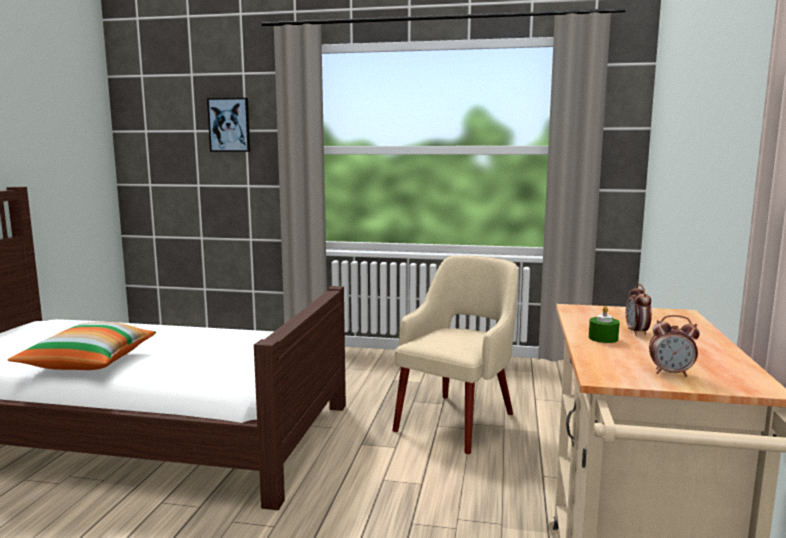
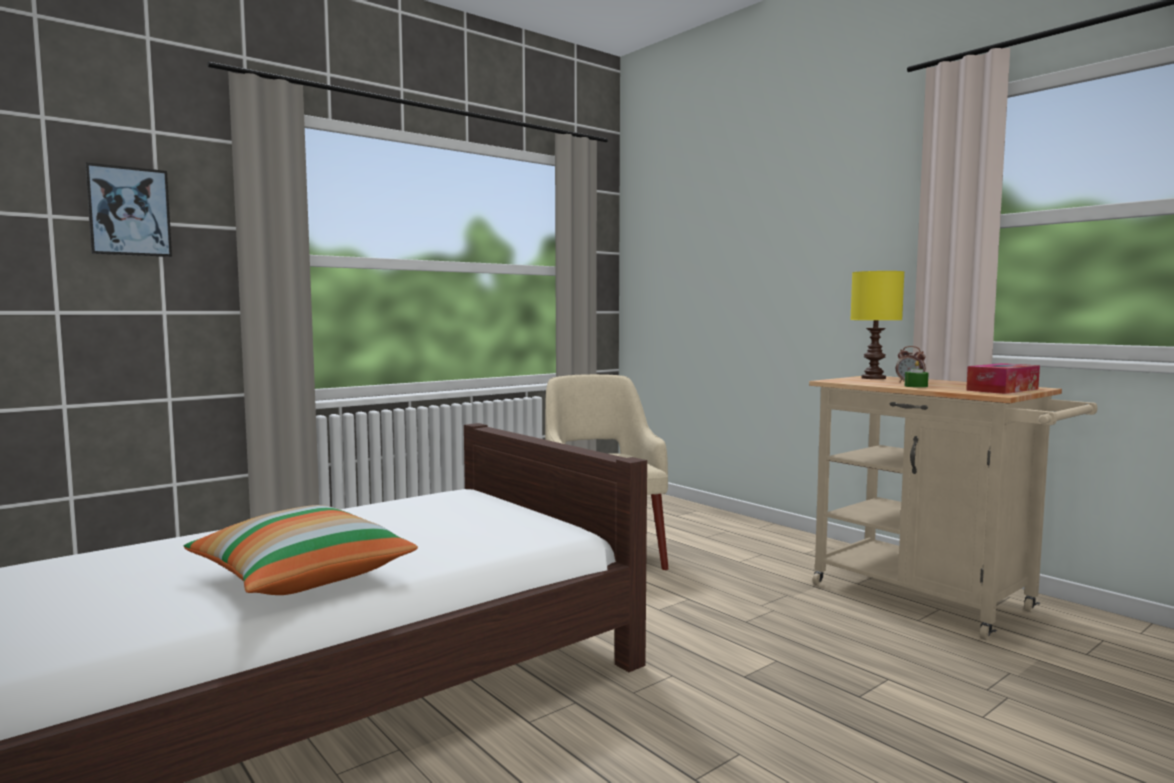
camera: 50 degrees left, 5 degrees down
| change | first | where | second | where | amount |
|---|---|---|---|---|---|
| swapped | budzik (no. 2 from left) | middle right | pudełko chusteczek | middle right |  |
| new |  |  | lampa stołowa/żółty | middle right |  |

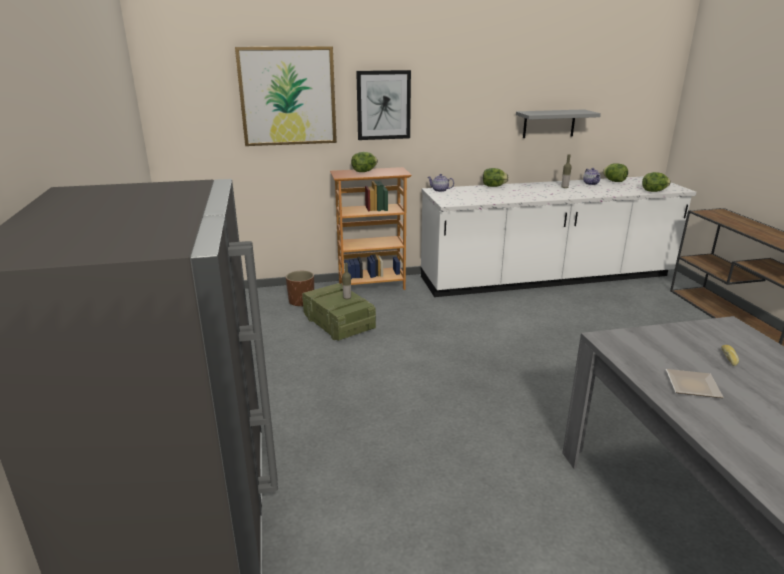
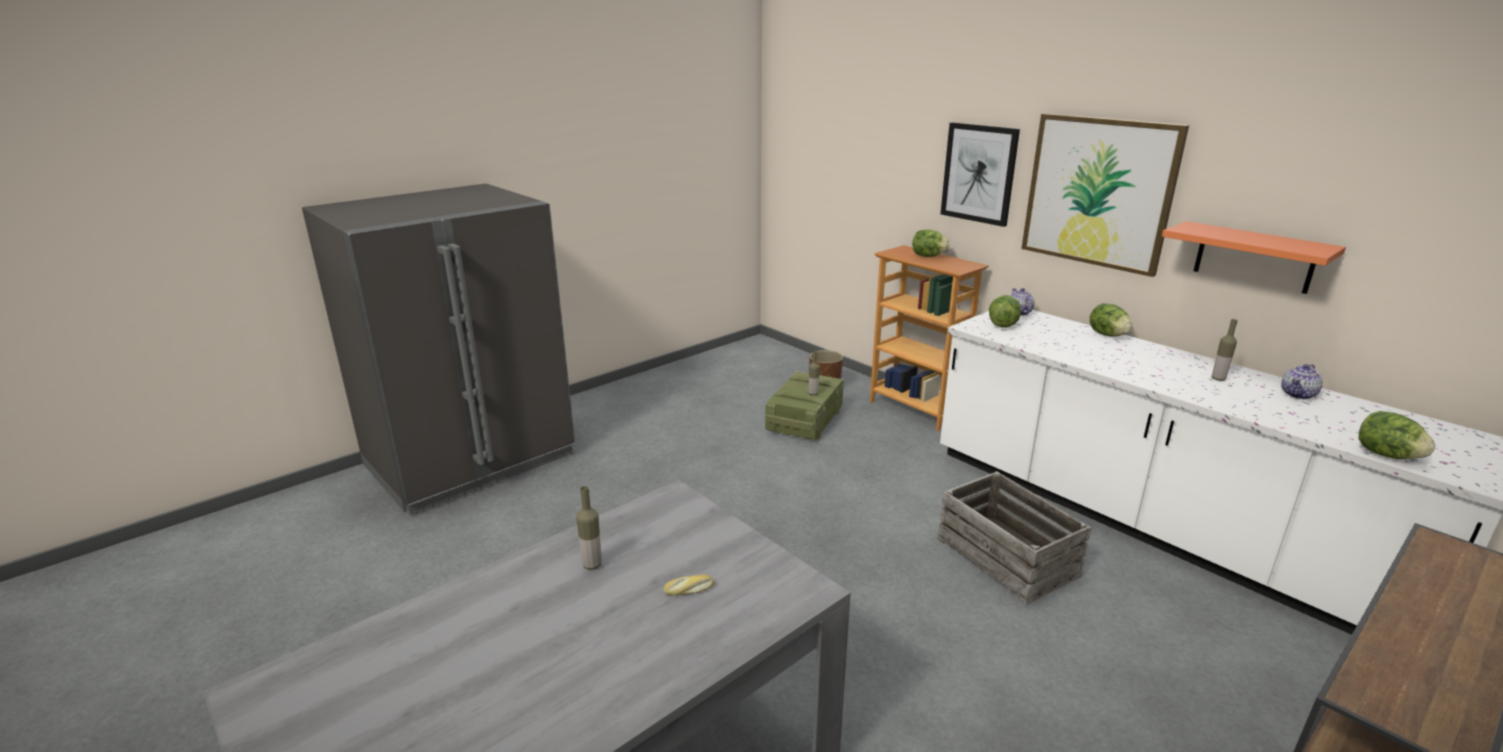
camera: 60 degrees right, 0 degrees up
| change | first | where | second | where | amount |
|---|---|---|---|---|---|
| shifted | obraz (no. 1 from left in the first image) | top centre | obraz (no. 2 from left) | top right |  |
| repainted | półka/szary | top right | półka/pomarańczowy | middle right |  |
| shifted | sałata (no. 3 from left in the first image) | top right | sałata (no. 2 from left) | middle right |  |
| swapped | talerz | bottom right | butelka (no. 1 from left) | bottom centre |  |
| new |  |  | skrzynka (no. 2 from left) | bottom right |  |

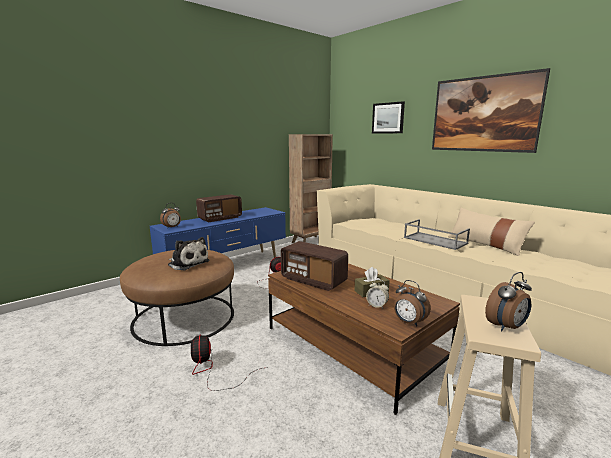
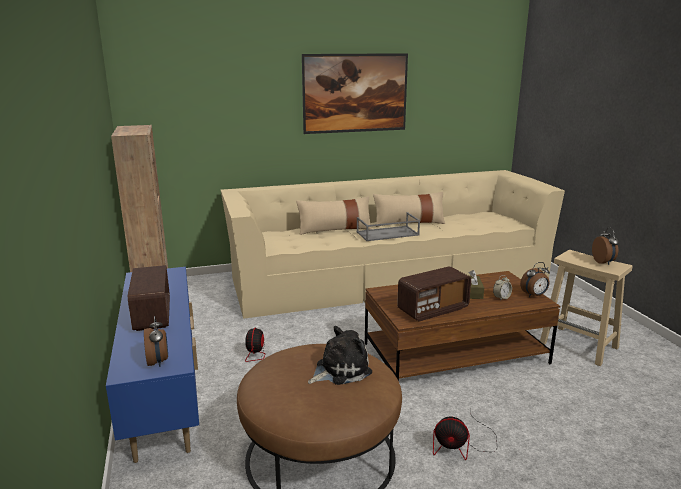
camera: 65 degrees left, 5 degrees up
| change | first | where | second | where | amount |
|---|---|---|---|---|---|
| gone | obraz (no. 1 from left) | top centre |  |  |  |
| new |  |  | poduszka/beżowy (no. 1 from left) | centre |  |

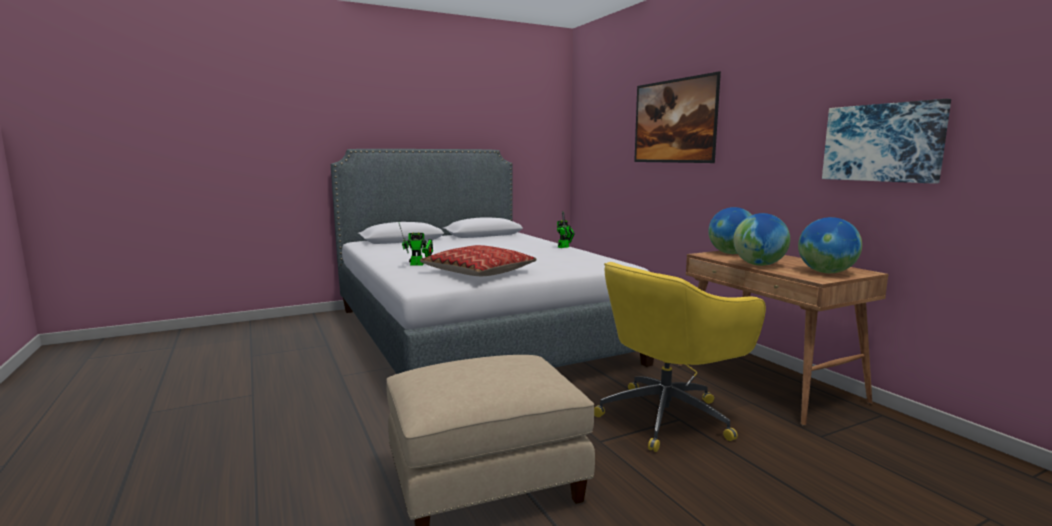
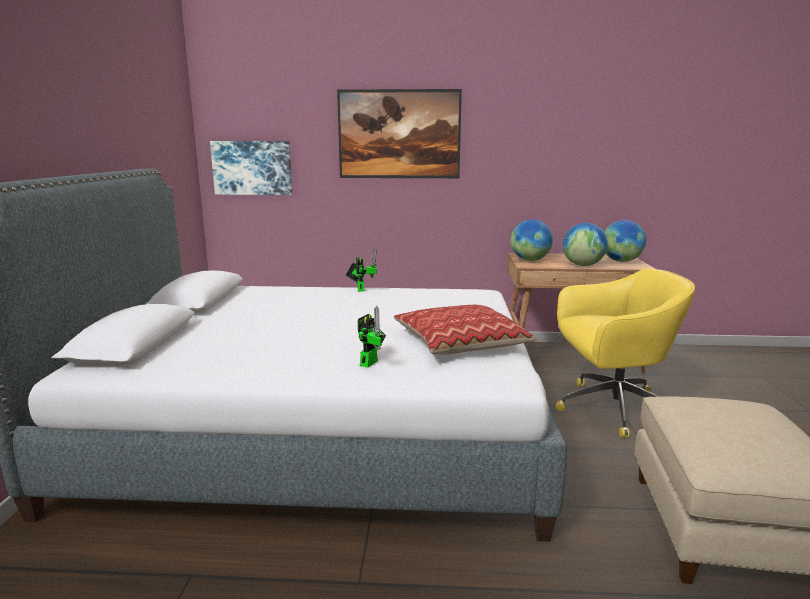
camera: 60 degrees left, 5 degrees up
| change | first | where | second | where | amount |
|---|---|---|---|---|---|
| rotated | krzesło biurowe/żółty | bottom centre |  | middle right | 90 degrees counterclockwise |
| shifted | obraz (no. 2 from left in the first image) | top right | obraz (no. 1 from left) | top left |  |

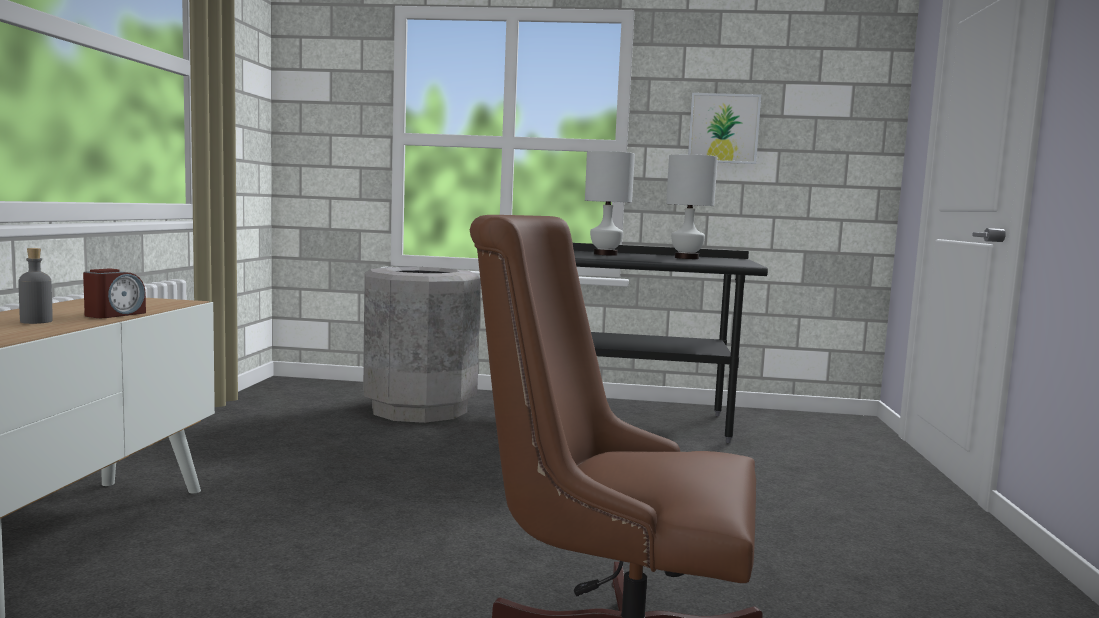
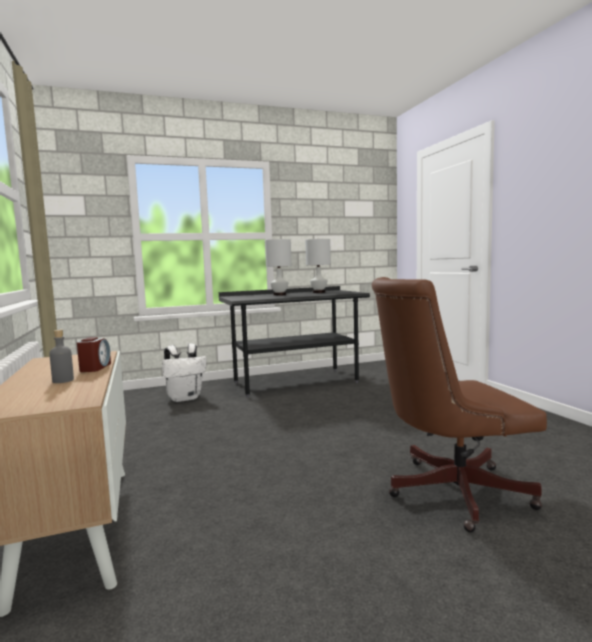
camera: 25 degrees left, 0 degrees up
| change | first | where | second | where | amount |
|---|---|---|---|---|---|
| swapped | kosz na śmieci/szary | centre | plecak/biały | middle left |  |
| gone | obraz | top centre |  |  |  |

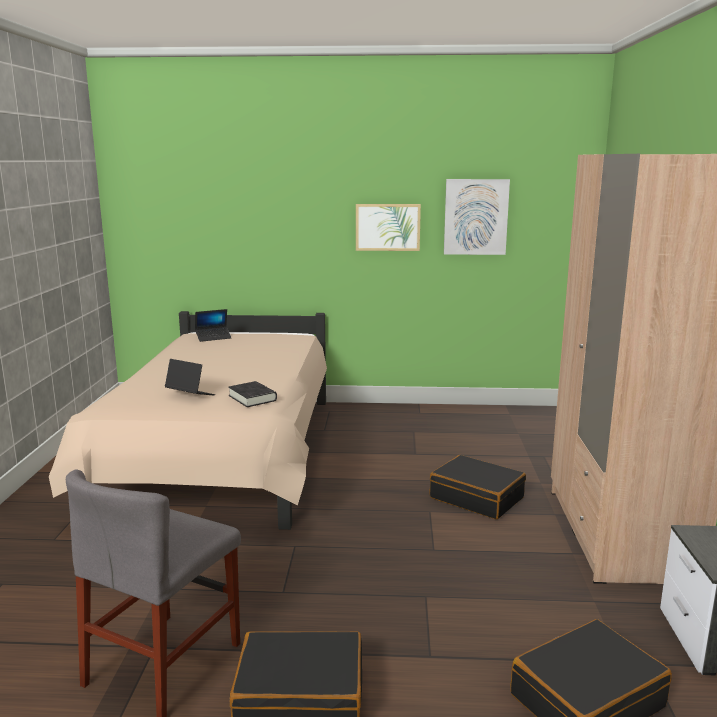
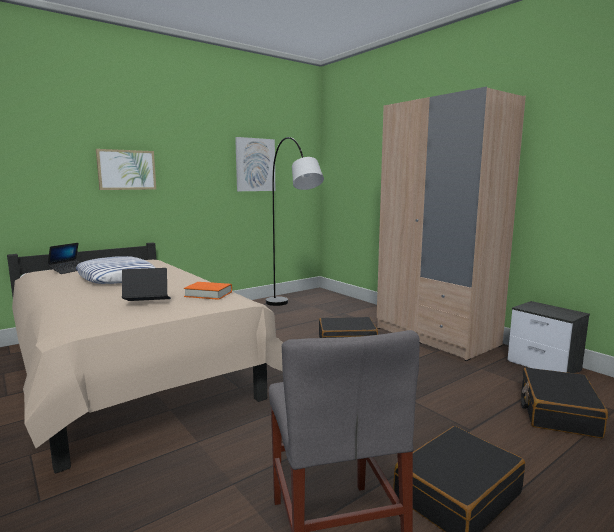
camera: 40 degrees left, 5 degrees down
| change | first | where | second | where | amount |
|---|---|---|---|---|---|
| repainted | książka/czarny | centre | książka/pomarańczowy | centre |  |
| shifted | obraz (no. 1 from left) | top centre |  | top left |  |
| new |  |  | poduszka | middle left |  |
| new |  |  | lampa stojąca/szary | centre |  |

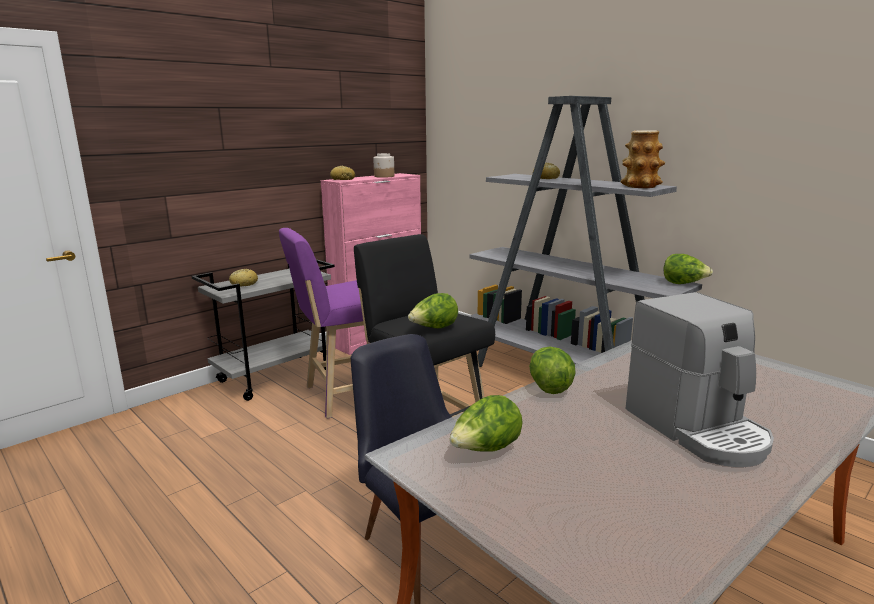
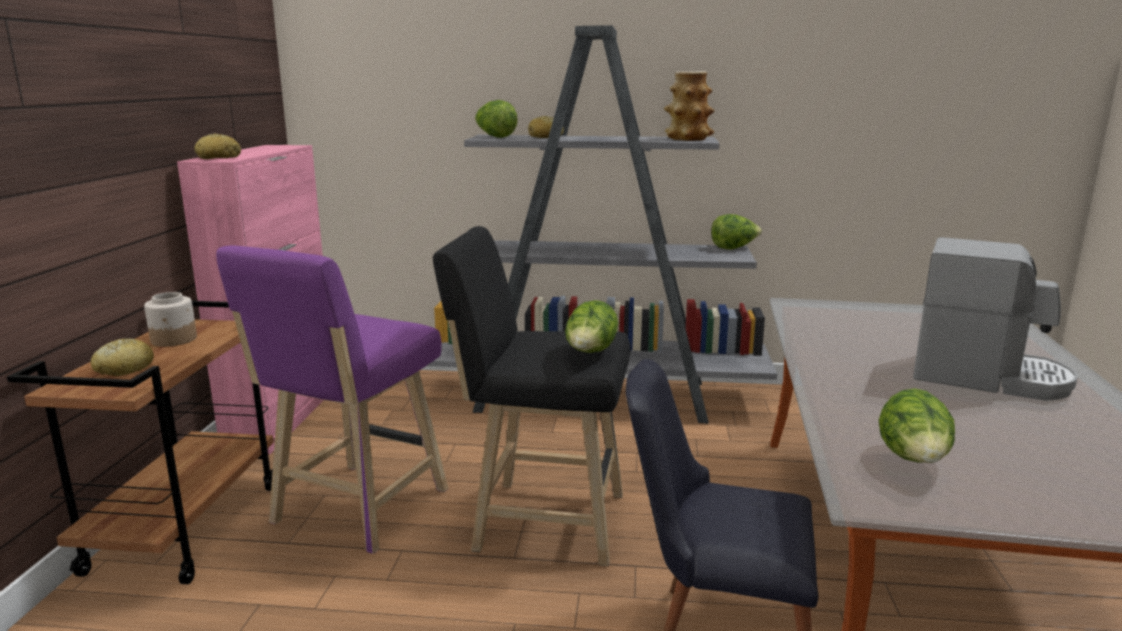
camera: 40 degrees left, 0 degrees up
| change | first | where | second | where | amount |
|---|---|---|---|---|---|
| repainted | wózek/szary | middle left | wózek/brązowy | bottom left |  |
| shifted | słoik | top centre |  | middle left |  |
| shifted | sałata (no. 3 from left in the first image) | centre | sałata (no. 1 from left) | top centre |  |

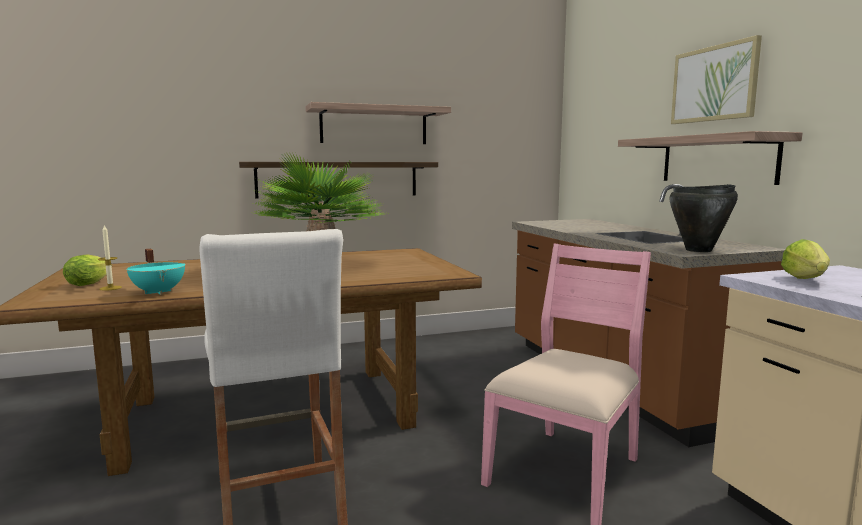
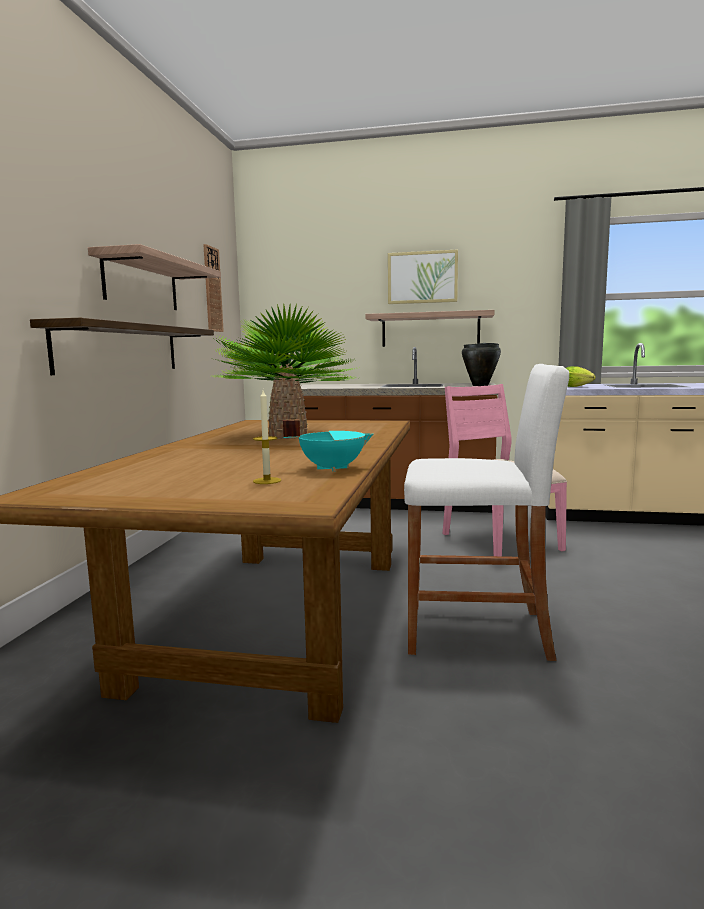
camera: 60 degrees left, 0 degrees up
| change | first | where | second | where | amount |
|---|---|---|---|---|---|
| gone | sałata (no. 1 from left) | middle left |  |  |  |
| new |  |  | zegar ścienny | top left |  |

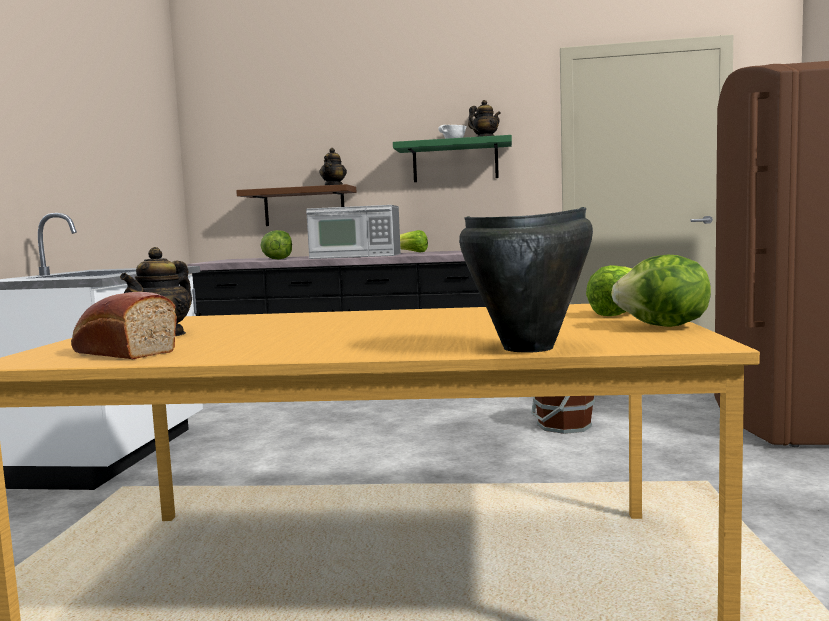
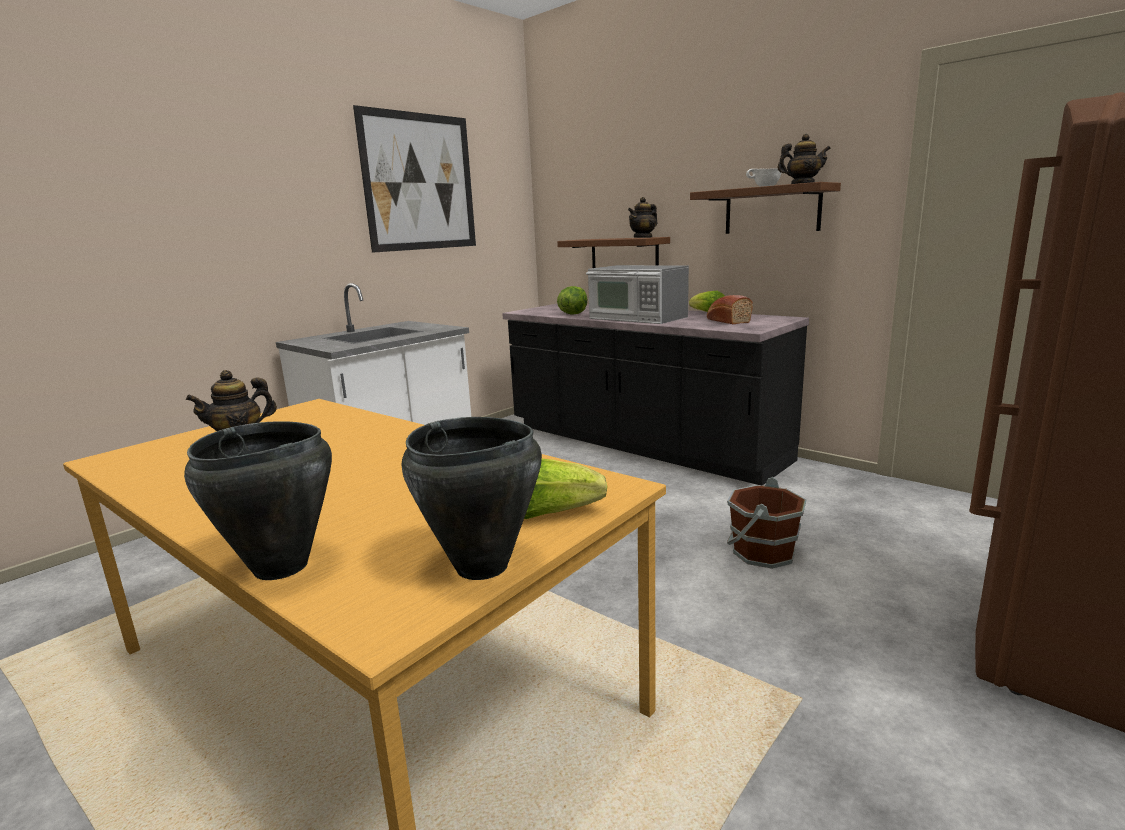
camera: 35 degrees right, 10 degrees up
| change | first | where | second | where | amount |
|---|---|---|---|---|---|
| shifted | chleb | middle left |  | centre |  |
| repainted | półka/zielony | top centre | półka/brązowy (no. 2 from left) | top right |  |
| swapped | sałata (no. 4 from left) | middle right | garnek/czarny (no. 2 from left) | centre |  |
| new |  |  | obraz | top centre |  |

